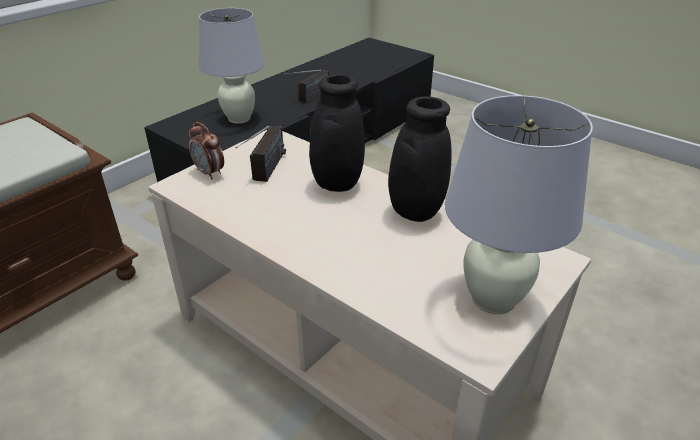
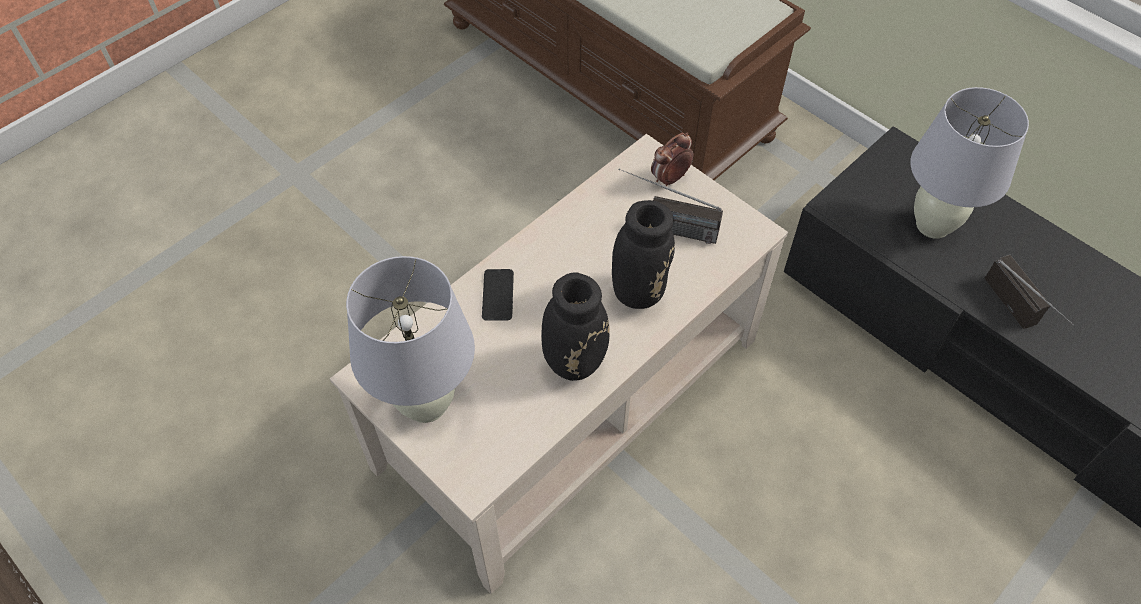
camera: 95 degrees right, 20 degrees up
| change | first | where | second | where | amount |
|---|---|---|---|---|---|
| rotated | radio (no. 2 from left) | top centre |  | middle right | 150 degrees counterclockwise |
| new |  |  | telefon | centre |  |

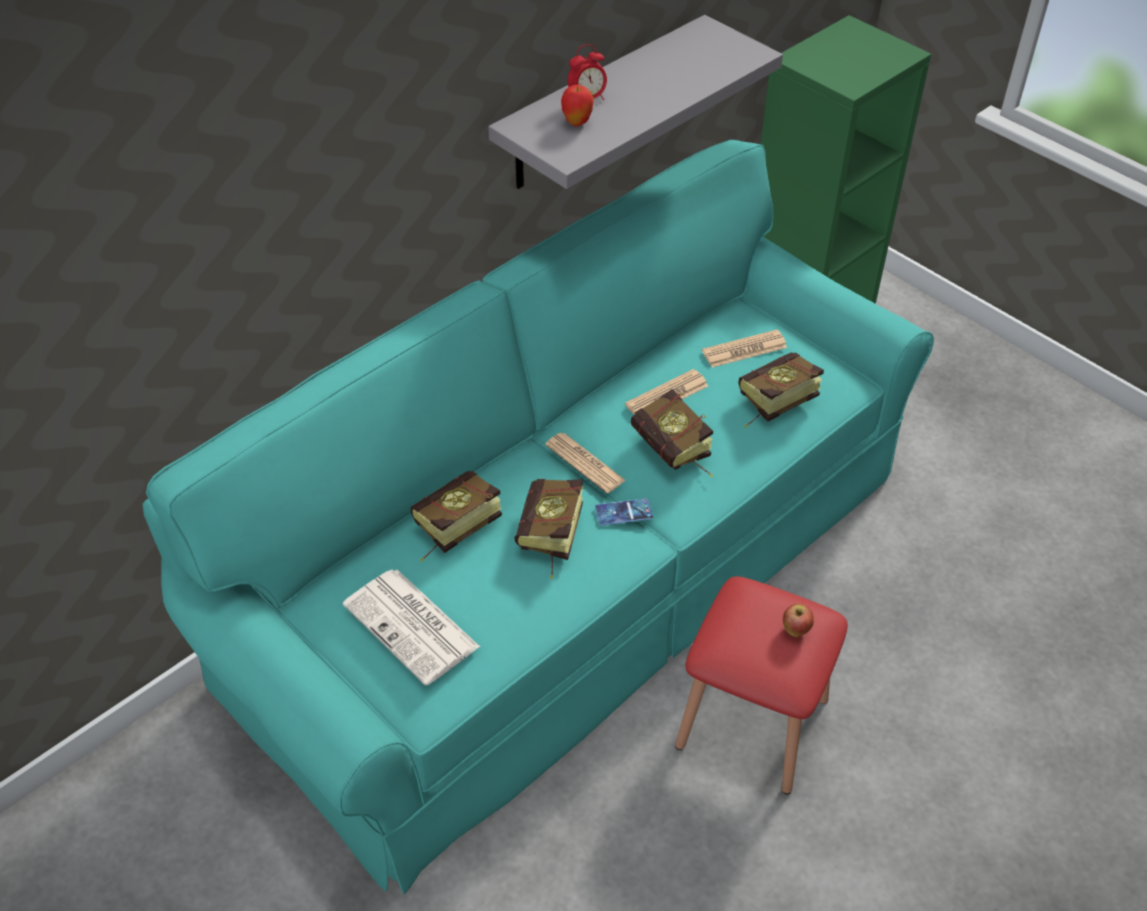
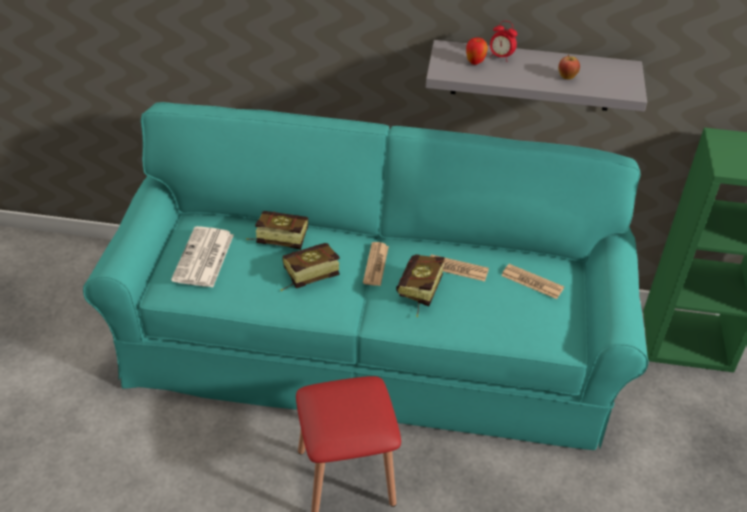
camera: 50 degrees right, 5 degrees down
| change | first | where | second | where | amount |
|---|---|---|---|---|---|
| gone | telefon | centre |  |  |  |
| gone | książka (no. 4 from left) | middle right |  |  |  |
| shifted | jabłko (no. 2 from left) | bottom right |  | top right |  |

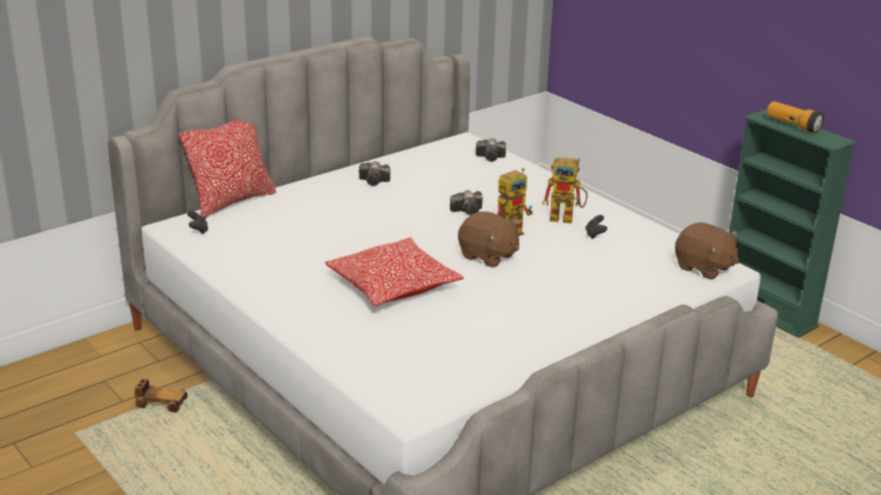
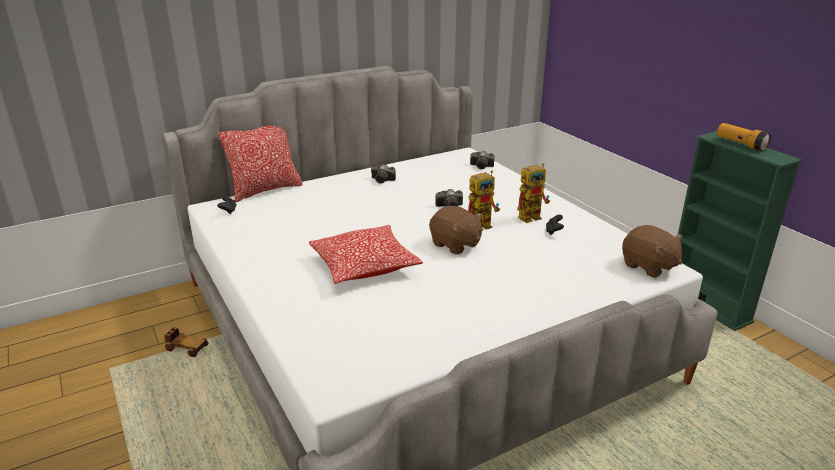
camera: 10 degrees right, 0 degrees up
| change | first | where | second | where | amount |
|---|---|---|---|---|---|
| rotated | robot zabawkowy (no. 2 from left) | centre |  | centre | 45 degrees counterclockwise |

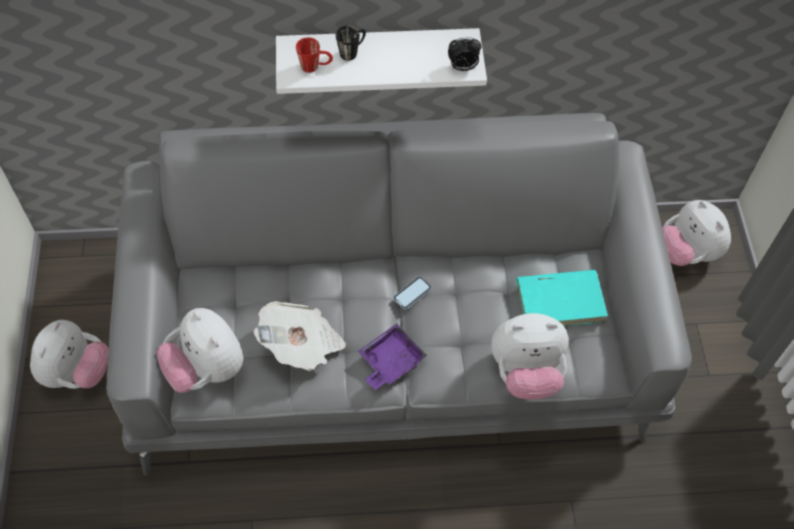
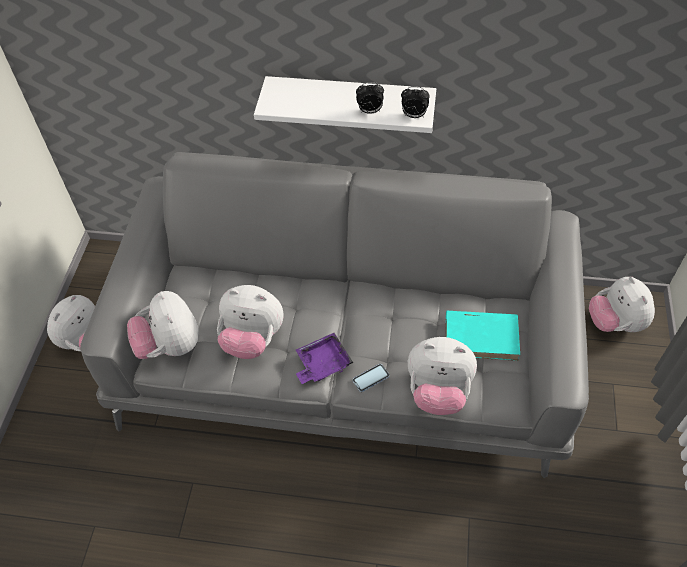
camera: 15 degrees right, 5 degrees down
| change | first | where | second | where | amount |
|---|---|---|---|---|---|
| swapped | gazeta | centre | pluszak (no. 3 from left) | centre |  |
| gone | kubek/czerwony | top centre |  |  |  |
| gone | kubek/czarny | top centre |  |  |  |
| shifted | telefon | centre |  | bottom centre |  |
| new |  |  | budzik (no. 1 from left) | top centre |  |

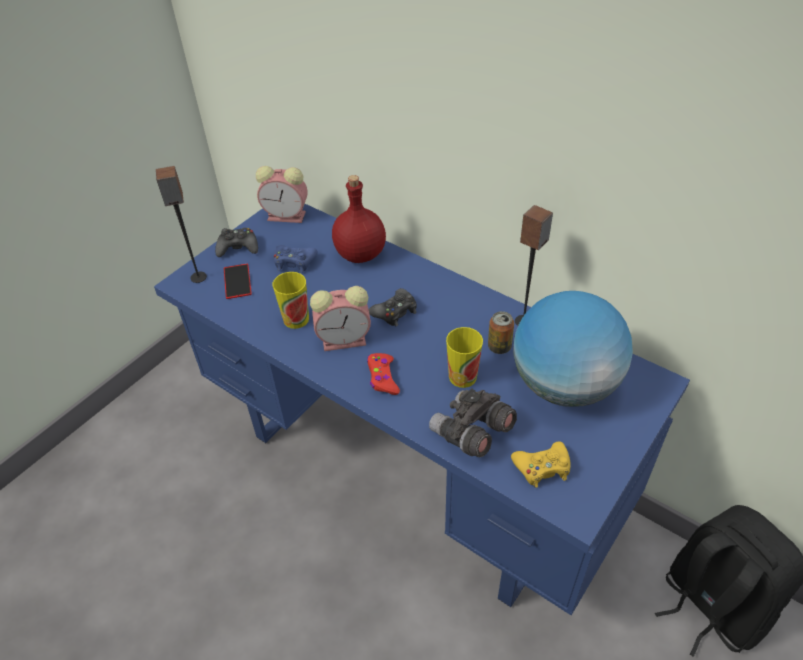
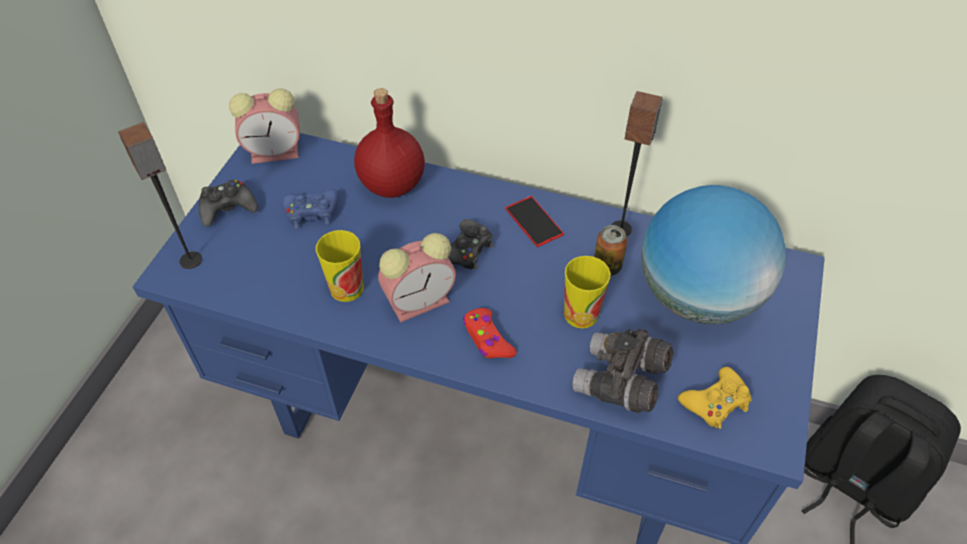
camera: 20 degrees left, 5 degrees up
| change | first | where | second | where | amount |
|---|---|---|---|---|---|
| shifted | telefon | middle left |  | centre |  |

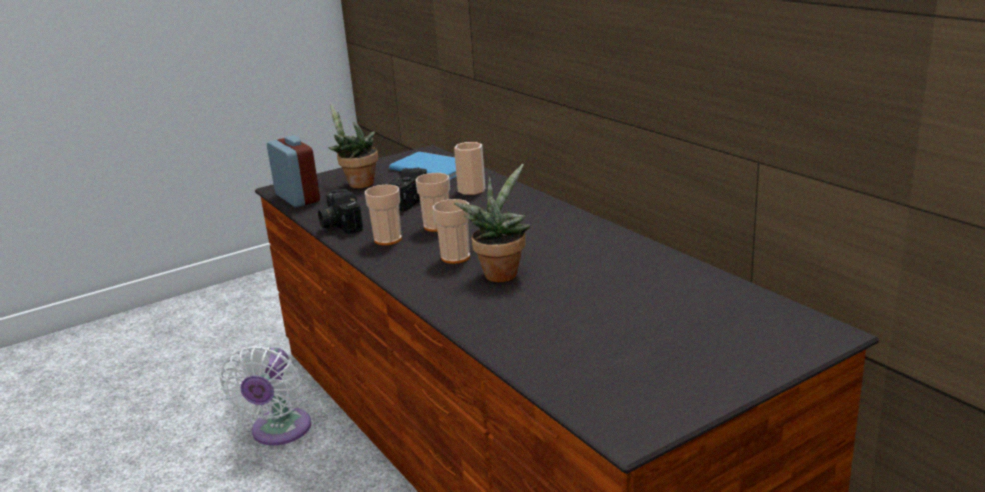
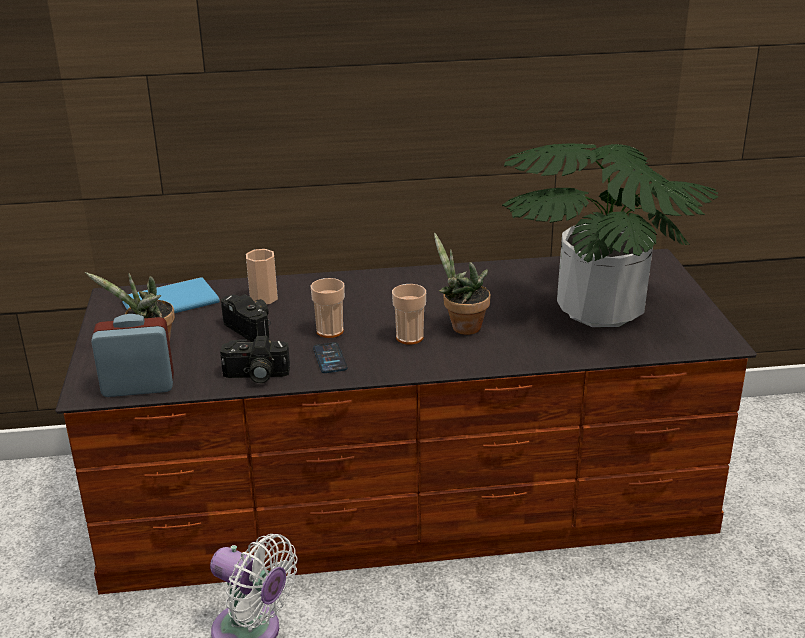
camera: 65 degrees left, 5 degrees up
| change | first | where | second | where | amount |
|---|---|---|---|---|---|
| swapped | filiżanka (no. 1 from left) | centre | telefon | centre |  |
| new |  |  | roślina doniczkowa (no. 3 from left) | middle right |  |

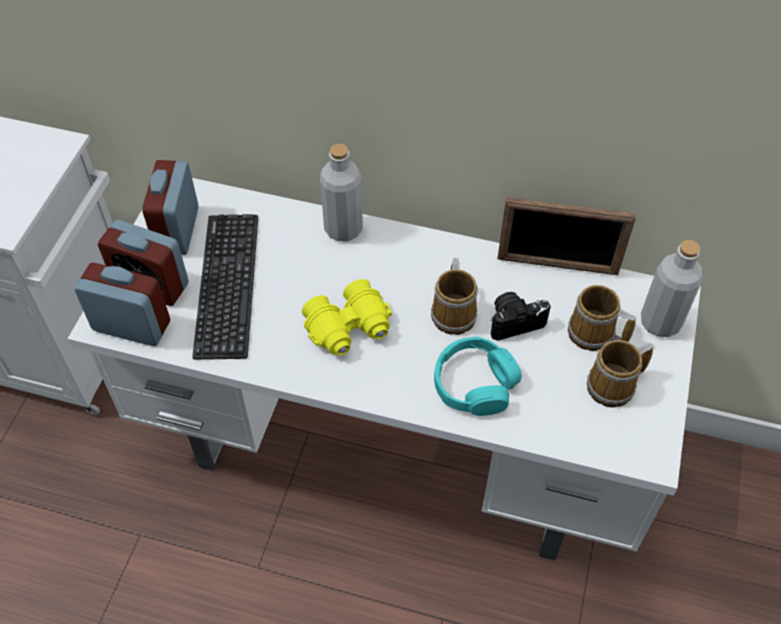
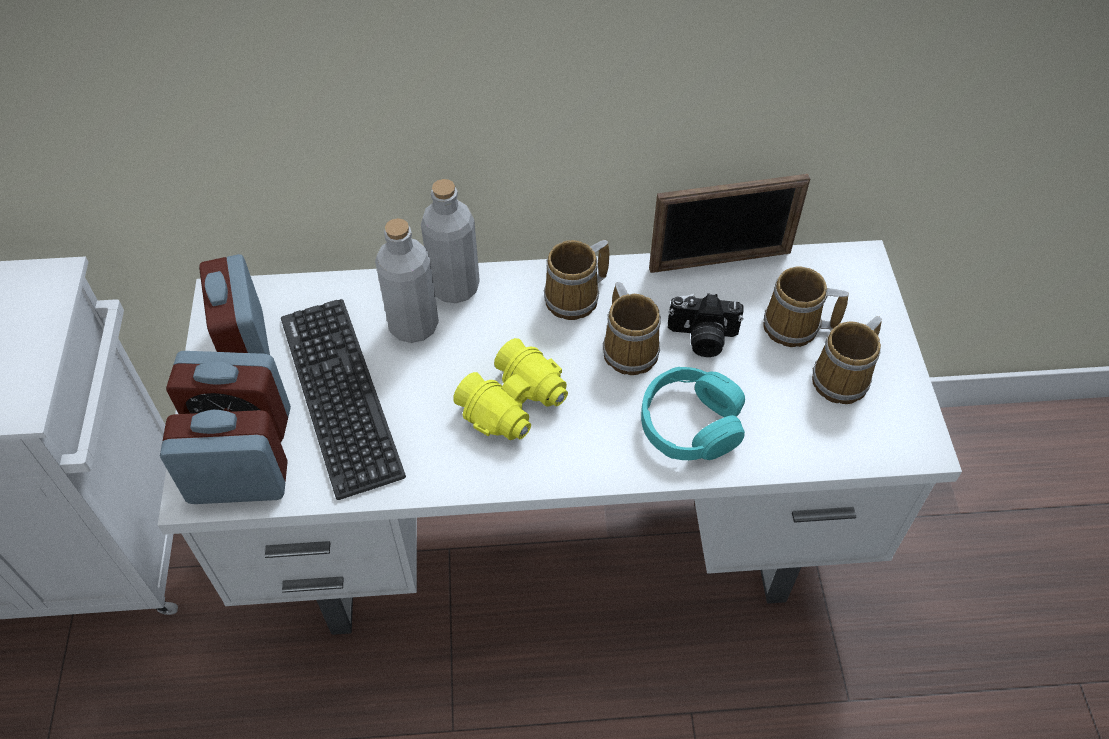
camera: 20 degrees left, 0 degrees up
| change | first | where | second | where | amount |
|---|---|---|---|---|---|
| rotated | aparat fotograficzny | middle right |  | centre | 135 degrees counterclockwise |
| shifted | butelka/szary (no. 2 from left in the first image) | middle right | butelka/szary (no. 1 from left) | centre |  |
| new |  |  | kubek (no. 1 from left) | centre |  |

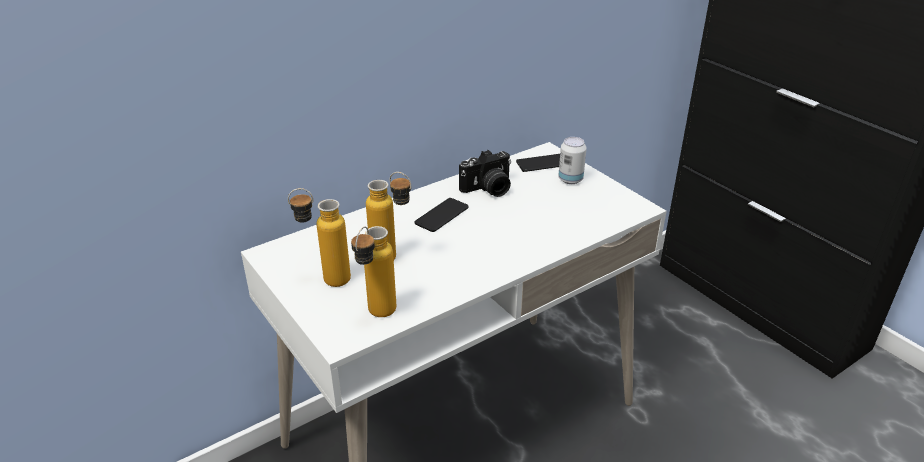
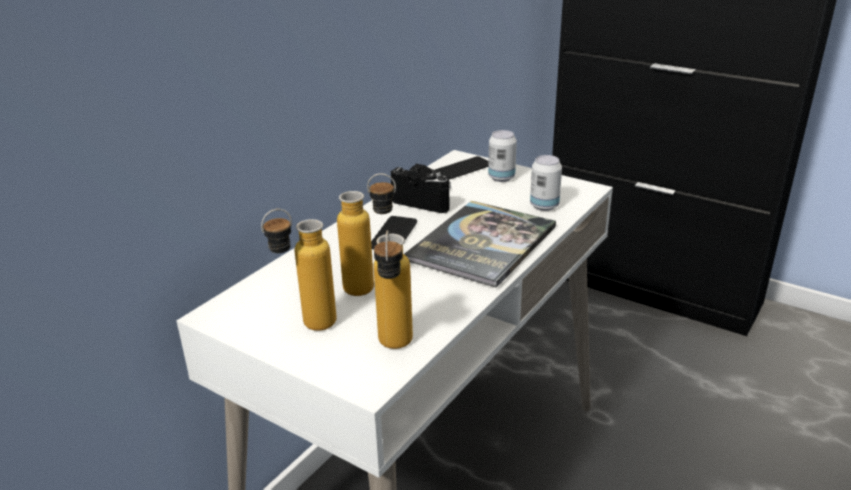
camera: 20 degrees left, 5 degrees down
| change | first | where | second | where | amount |
|---|---|---|---|---|---|
| rotated | aparat fotograficzny | centre |  | centre | 105 degrees counterclockwise |
| new |  |  | książka | centre |  |
| new |  |  | puszka (no. 2 from left) | centre |  |

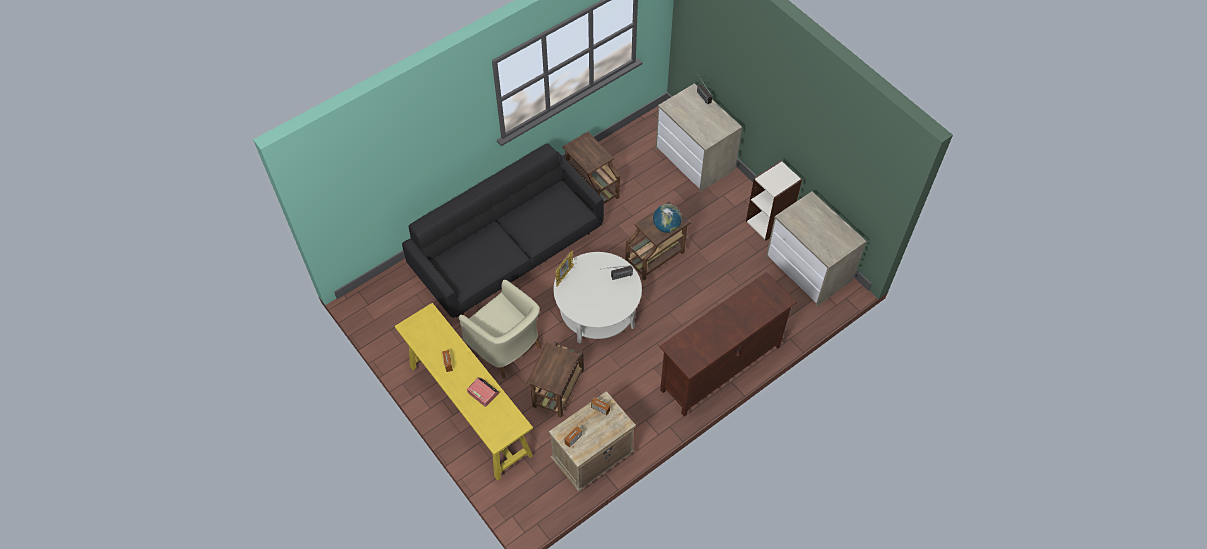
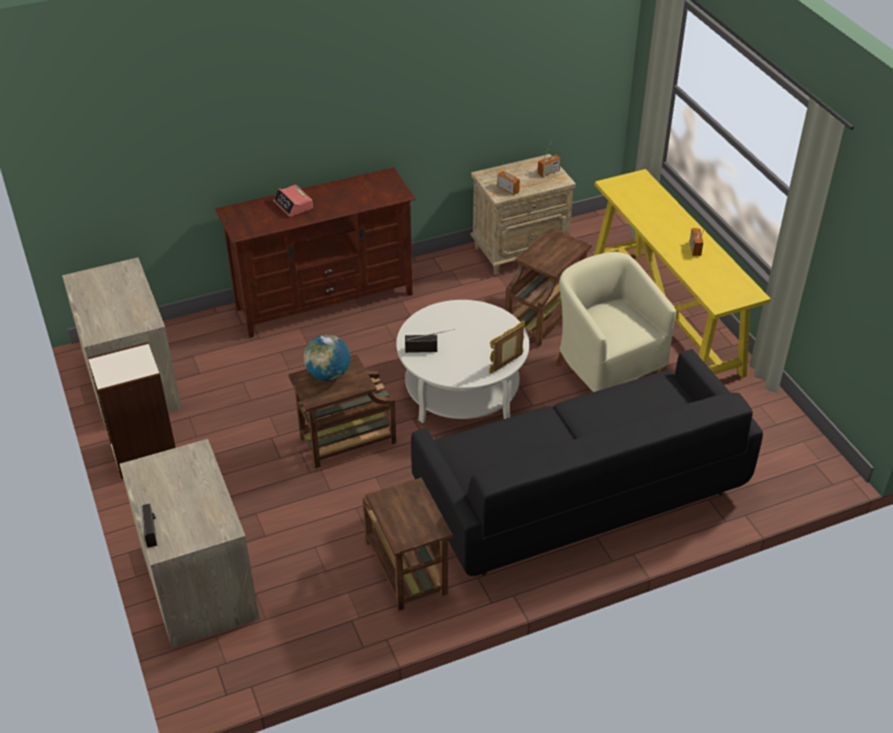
camera: 165 degrees left, 15 degrees down
| change | first | where | second | where | amount |
|---|---|---|---|---|---|
| shifted | budzik | bottom centre |  | top left |  |

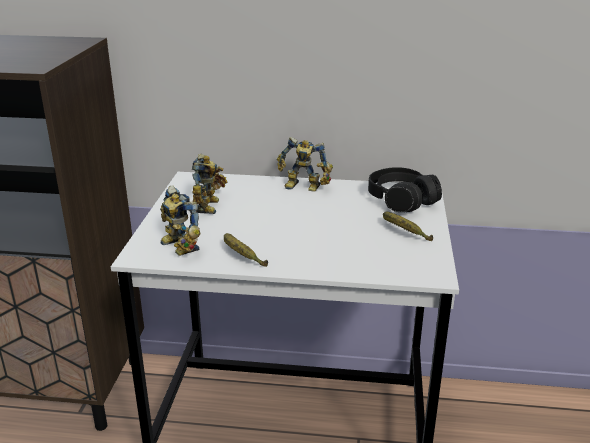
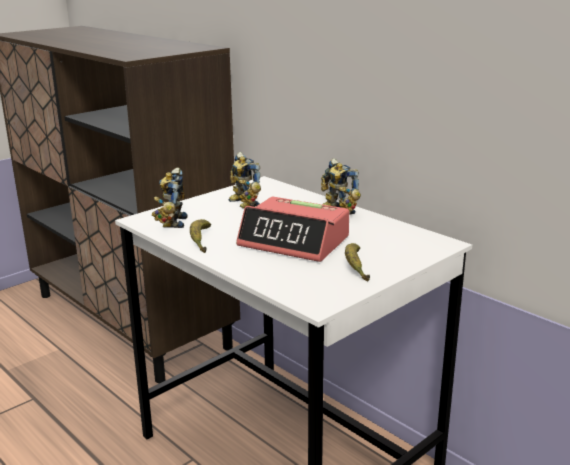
camera: 40 degrees right, 5 degrees down
| change | first | where | second | where | amount |
|---|---|---|---|---|---|
| rotated | robot zabawkowy (no. 2 from left) | centre |  | centre | 105 degrees clockwise |
| gone | słuchawki/czarny | middle right |  |  |  |
| new |  |  | budzik | centre |  |

